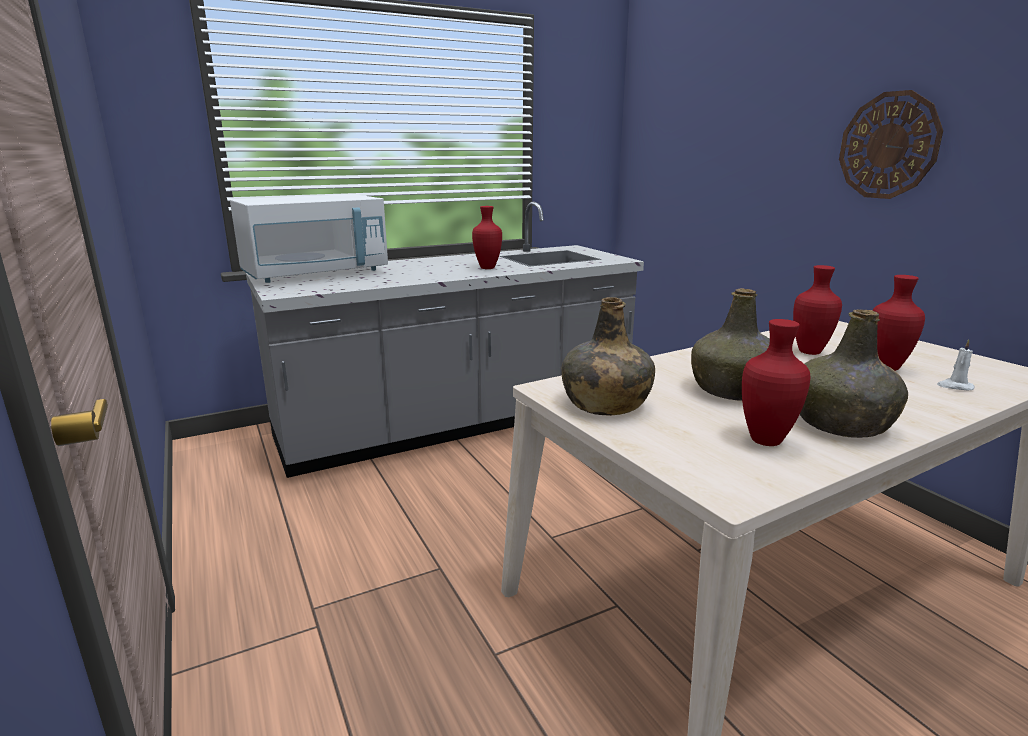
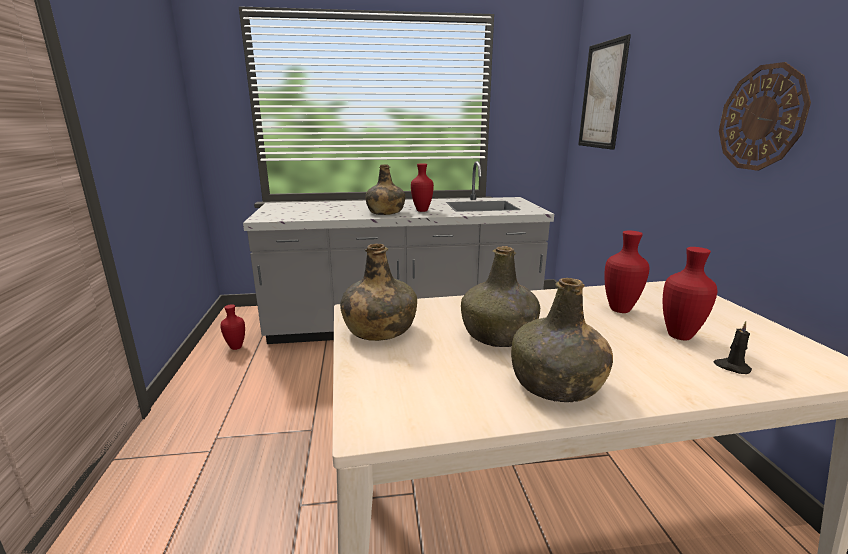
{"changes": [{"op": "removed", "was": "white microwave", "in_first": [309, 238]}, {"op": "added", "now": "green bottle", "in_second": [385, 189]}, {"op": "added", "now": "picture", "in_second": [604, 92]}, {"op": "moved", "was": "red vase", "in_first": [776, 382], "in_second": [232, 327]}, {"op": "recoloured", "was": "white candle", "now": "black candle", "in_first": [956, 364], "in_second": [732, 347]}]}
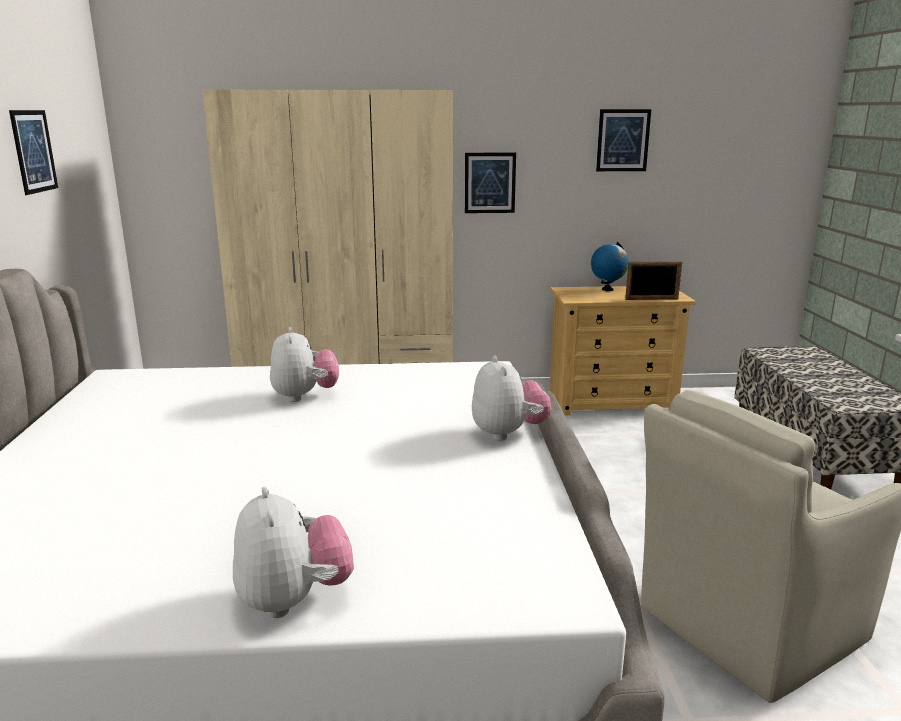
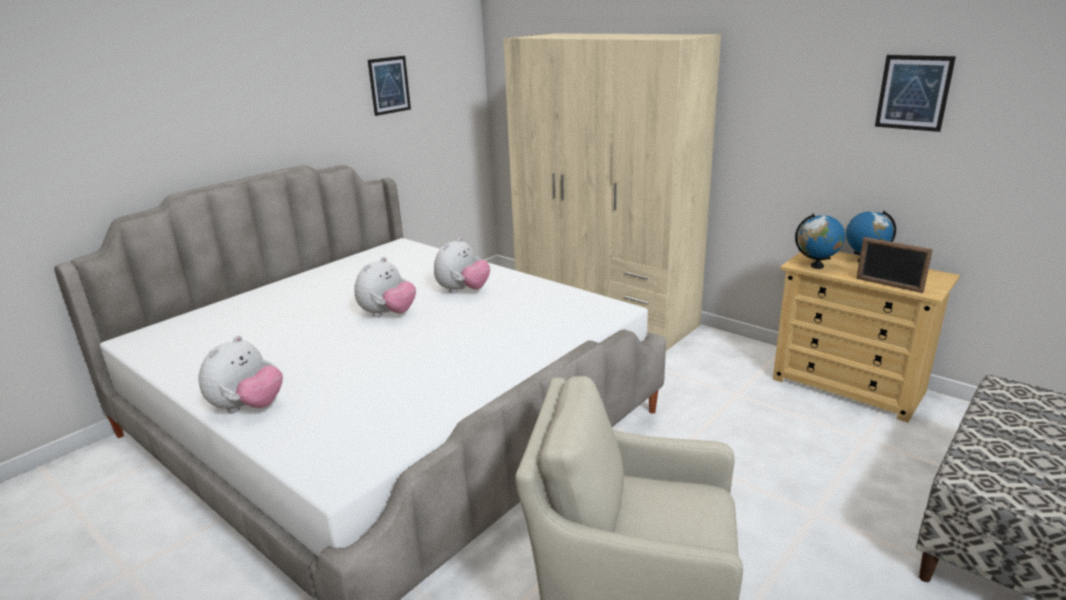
{"changes": [{"op": "removed", "was": "picture", "in_first": [490, 183]}, {"op": "added", "now": "globe", "in_second": [820, 241]}, {"op": "moved", "was": "plush toy", "in_first": [511, 398], "in_second": [385, 287]}]}
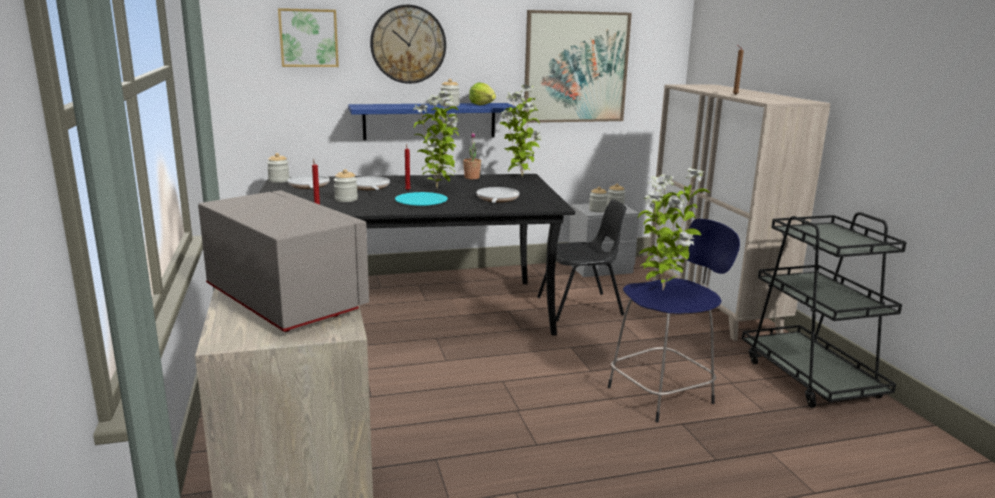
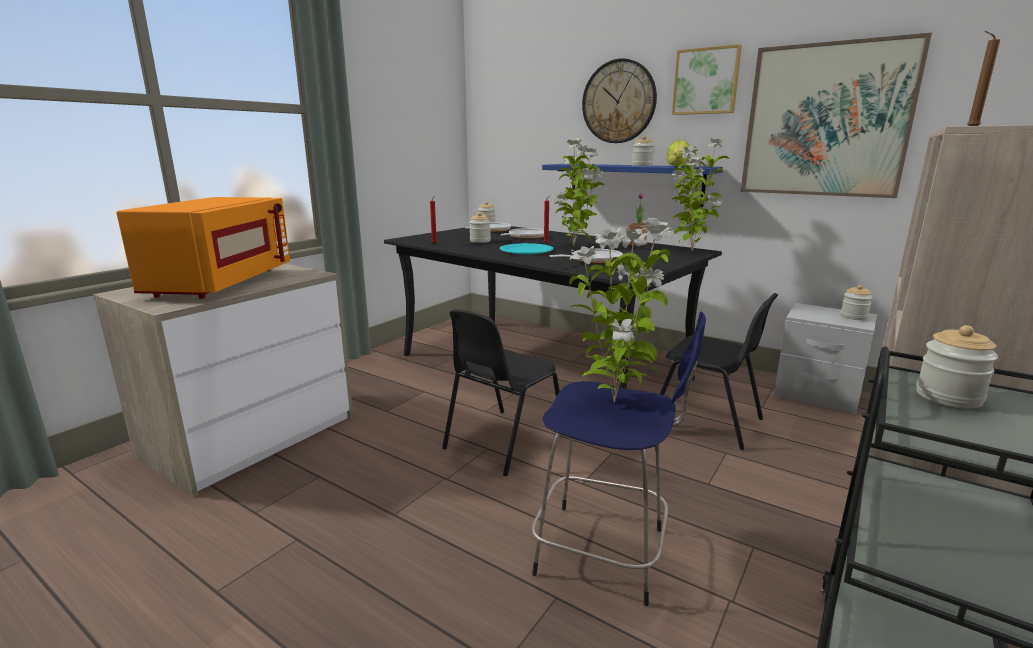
{"changes": [{"op": "added", "now": "black chair", "in_second": [503, 392]}, {"op": "moved", "was": "picture", "in_first": [308, 37], "in_second": [707, 79]}, {"op": "moved", "was": "jar", "in_first": [598, 199], "in_second": [957, 366]}, {"op": "recoloured", "was": "grey microwave", "now": "orange microwave", "in_first": [283, 261], "in_second": [203, 248]}]}
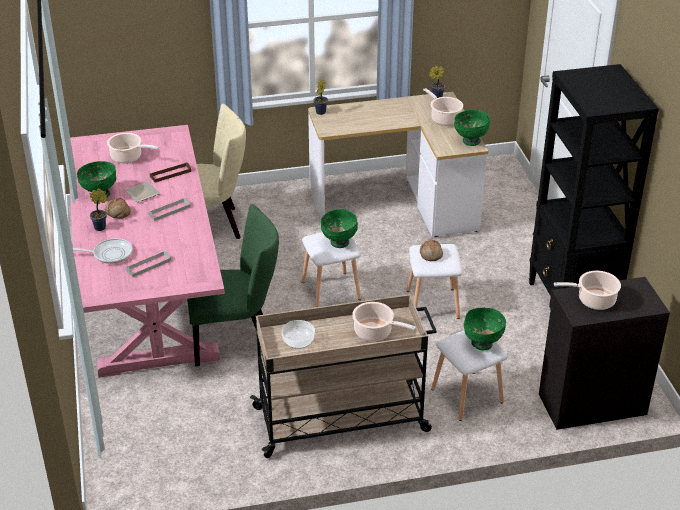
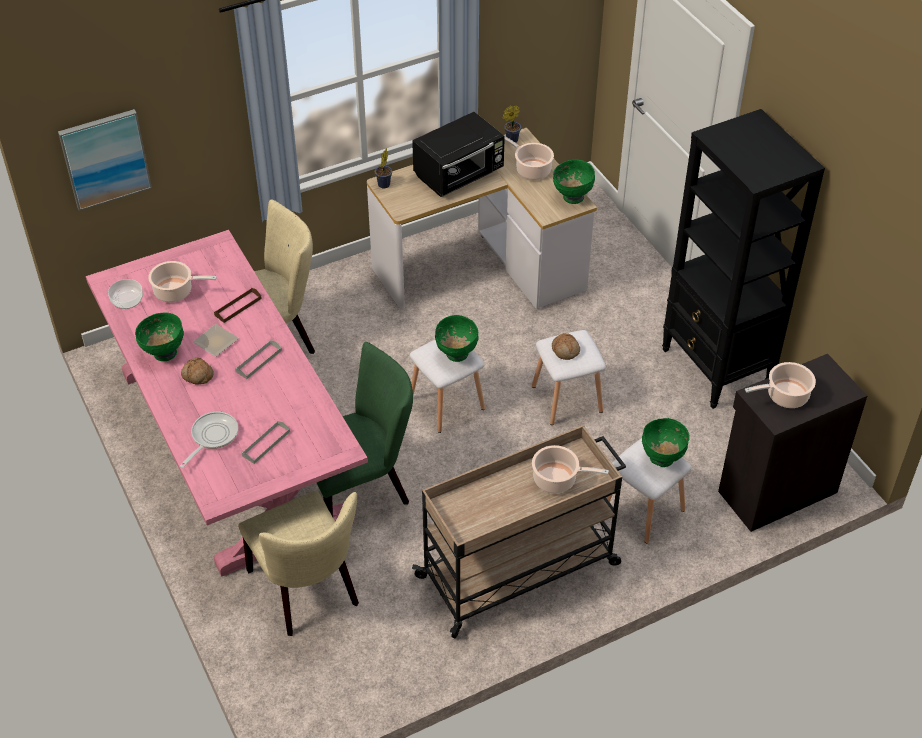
{"changes": [{"op": "removed", "was": "potted plant", "in_first": [99, 209]}, {"op": "added", "now": "picture", "in_second": [105, 160]}, {"op": "added", "now": "beige chair", "in_second": [298, 563]}, {"op": "added", "now": "black microwave", "in_second": [458, 154]}, {"op": "moved", "was": "bowl", "in_first": [298, 334], "in_second": [125, 294]}, {"op": "turned", "was": "frying pan", "in_first": [103, 251], "in_second": [208, 440], "clockwise": -45}]}
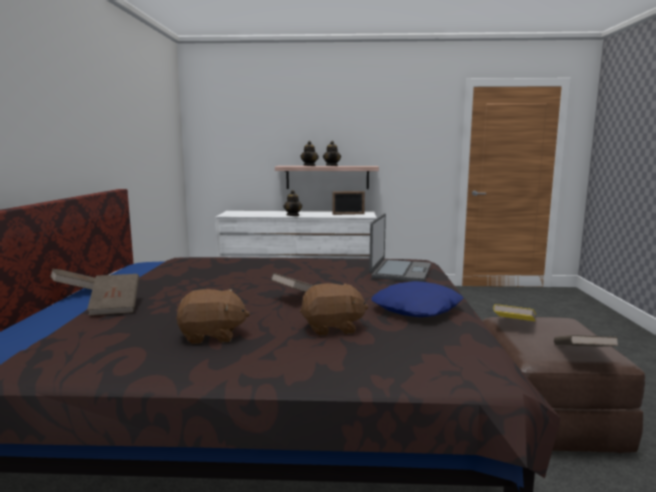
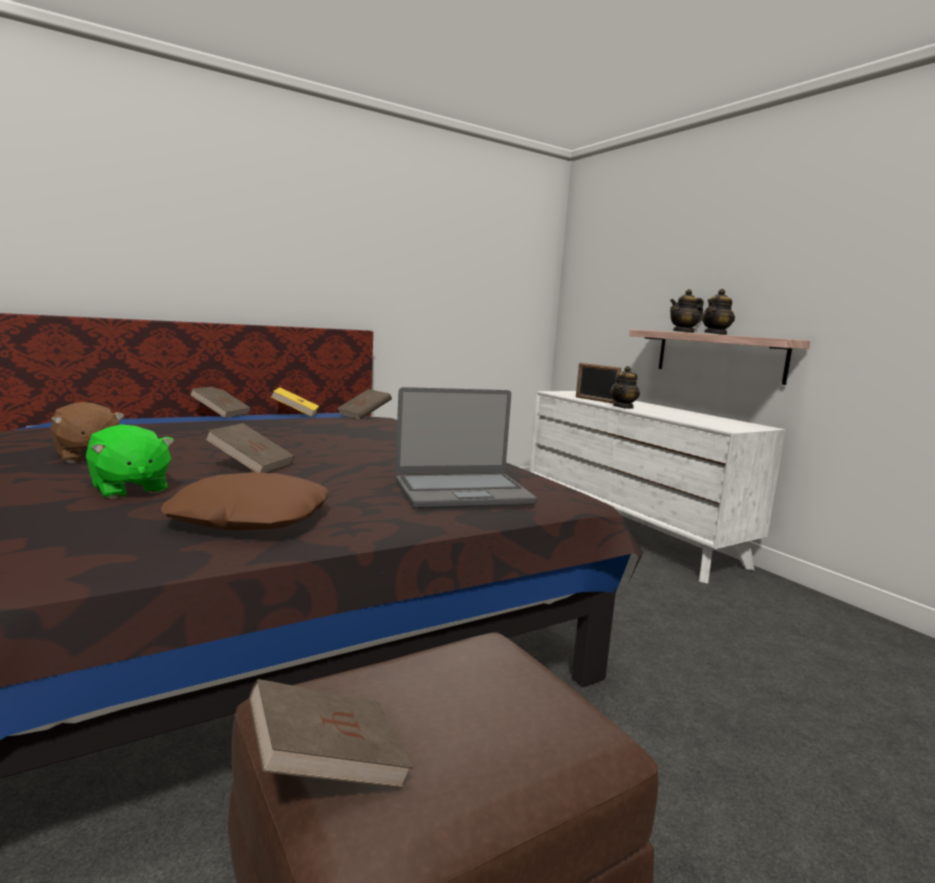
{"changes": [{"op": "moved", "was": "brown book", "in_first": [113, 295], "in_second": [364, 404]}, {"op": "moved", "was": "picture frame", "in_first": [348, 203], "in_second": [598, 383]}, {"op": "moved", "was": "yellow book", "in_first": [514, 312], "in_second": [295, 402]}, {"op": "recoloured", "was": "brown plush toy", "now": "green plush toy", "in_first": [334, 309], "in_second": [130, 461]}, {"op": "recoloured", "was": "blue pillow", "now": "brown pillow", "in_first": [417, 299], "in_second": [245, 501]}]}
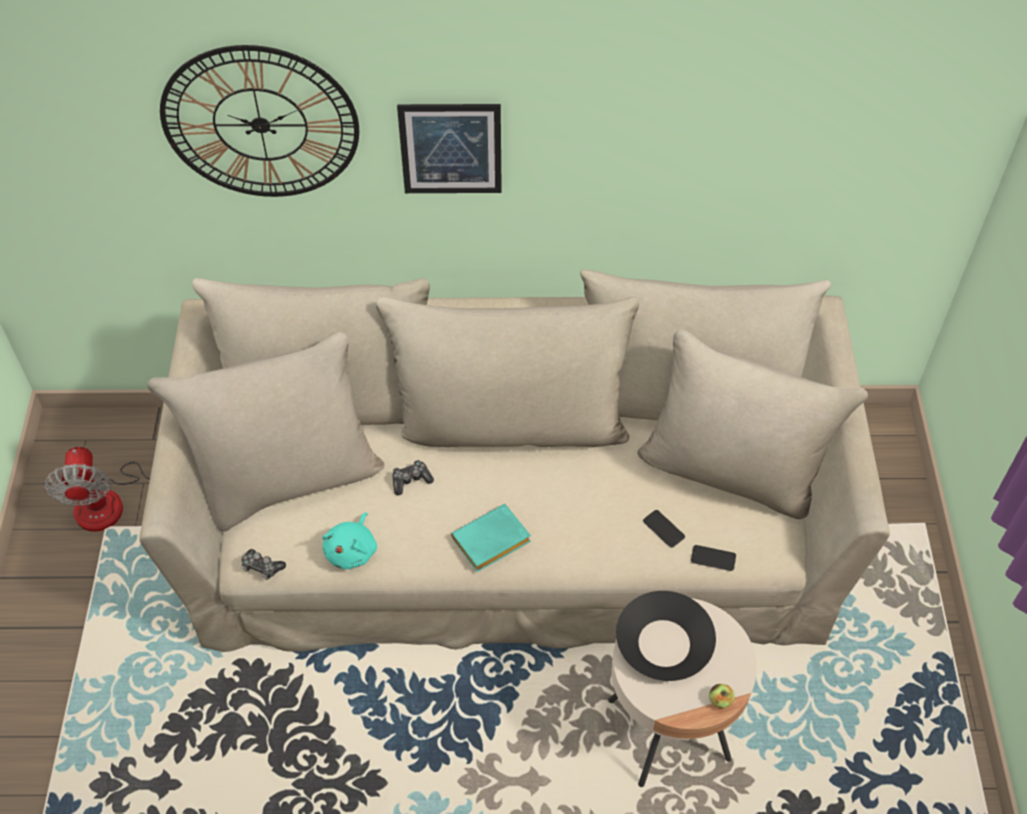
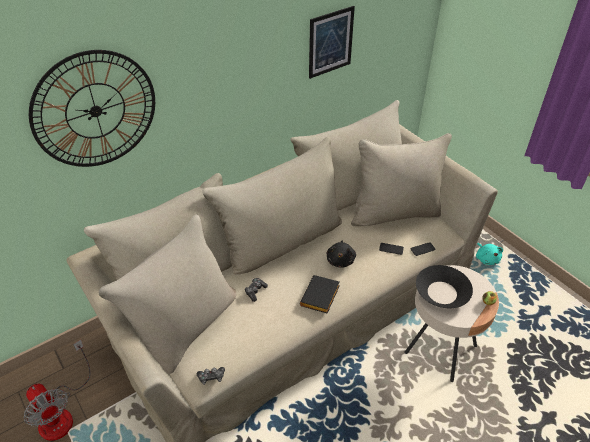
{"changes": [{"op": "added", "now": "black plush toy", "in_second": [341, 254]}, {"op": "moved", "was": "turquoise plush toy", "in_first": [349, 540], "in_second": [489, 254]}, {"op": "moved", "was": "picture", "in_first": [449, 148], "in_second": [332, 42]}, {"op": "recoloured", "was": "turquoise book", "now": "black book", "in_first": [491, 538], "in_second": [319, 294]}]}
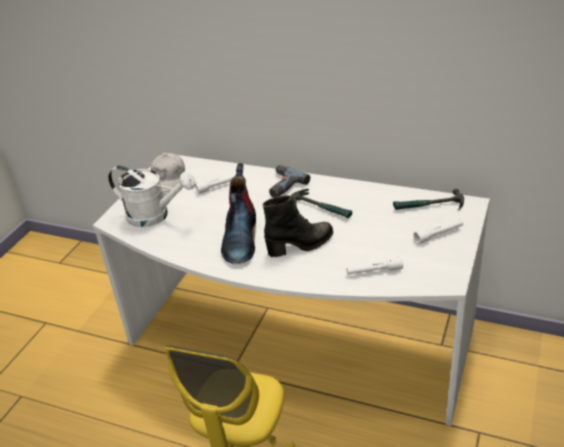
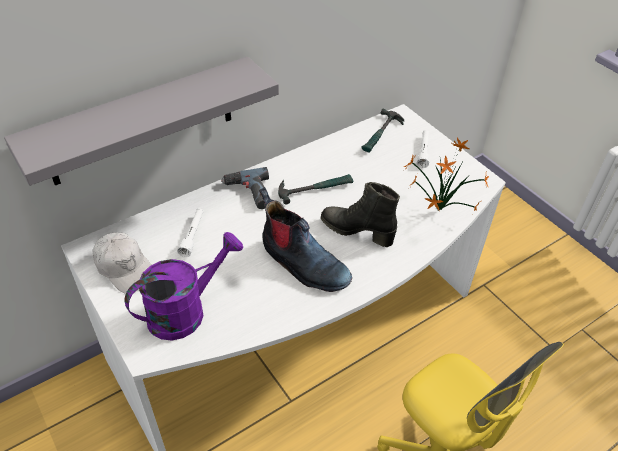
{"changes": [{"op": "added", "now": "grey shelf", "in_second": [141, 121]}, {"op": "replaced", "was": "white flashlight", "now": "potted plant", "in_first": [375, 265], "in_second": [446, 177]}, {"op": "recoloured", "was": "white watering can", "now": "purple watering can", "in_first": [151, 196], "in_second": [184, 286]}, {"op": "turned", "was": "black boot", "in_first": [297, 226], "in_second": [360, 214], "clockwise": -75}]}
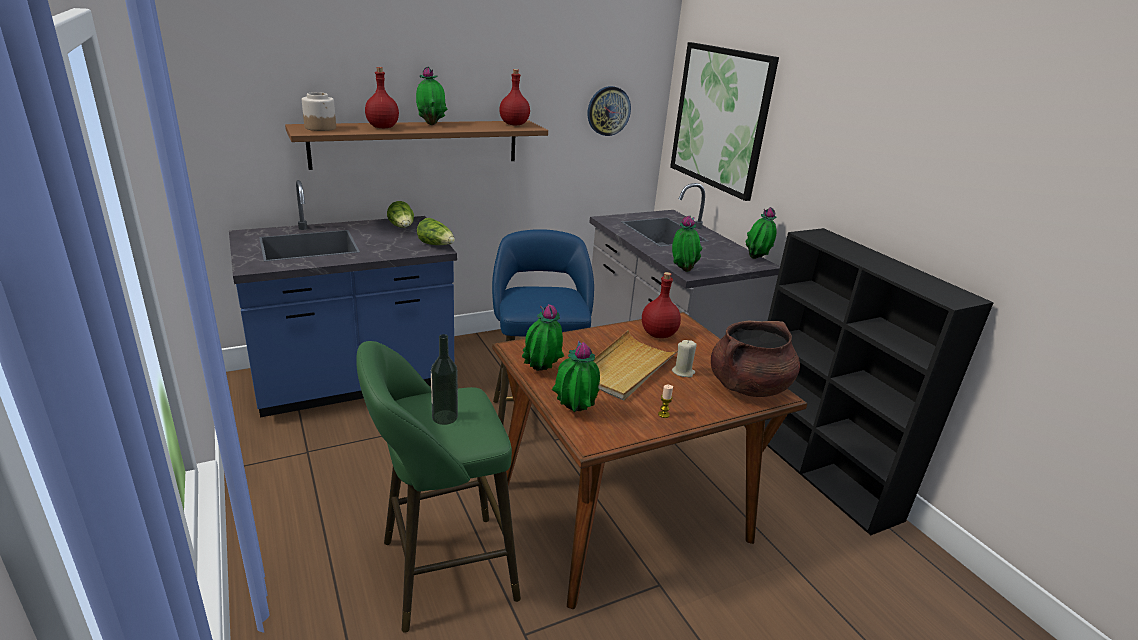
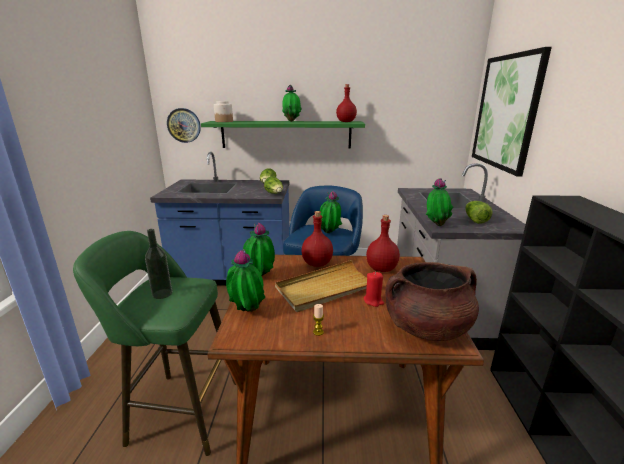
{"changes": [{"op": "added", "now": "lettuce", "in_second": [479, 212]}, {"op": "moved", "was": "red bottle", "in_first": [382, 97], "in_second": [317, 239]}, {"op": "moved", "was": "wall clock", "in_first": [609, 111], "in_second": [184, 125]}, {"op": "moved", "was": "potted plant", "in_first": [761, 233], "in_second": [331, 212]}, {"op": "recoloured", "was": "brown shelf", "now": "green shelf", "in_first": [416, 145], "in_second": [283, 135]}, {"op": "recoloured", "was": "beige candle", "now": "red candle", "in_first": [684, 359], "in_second": [374, 289]}]}
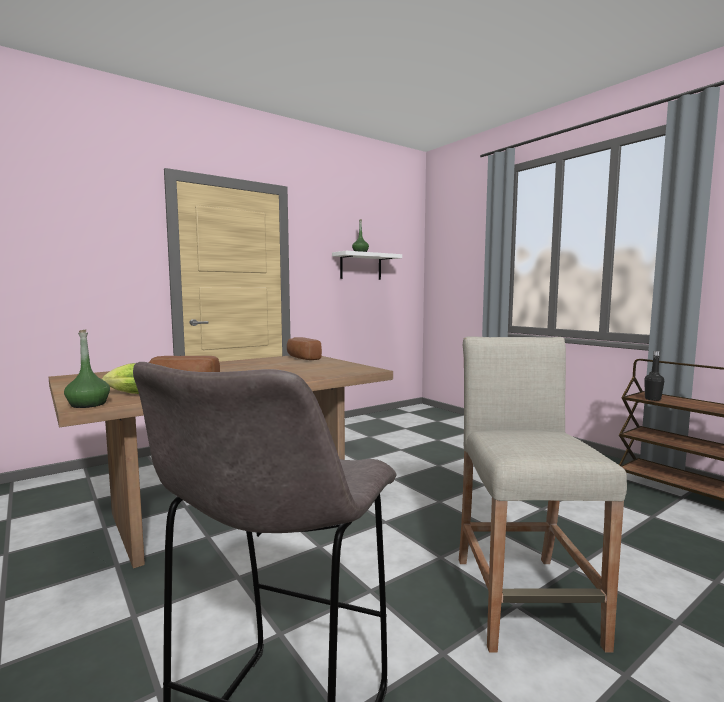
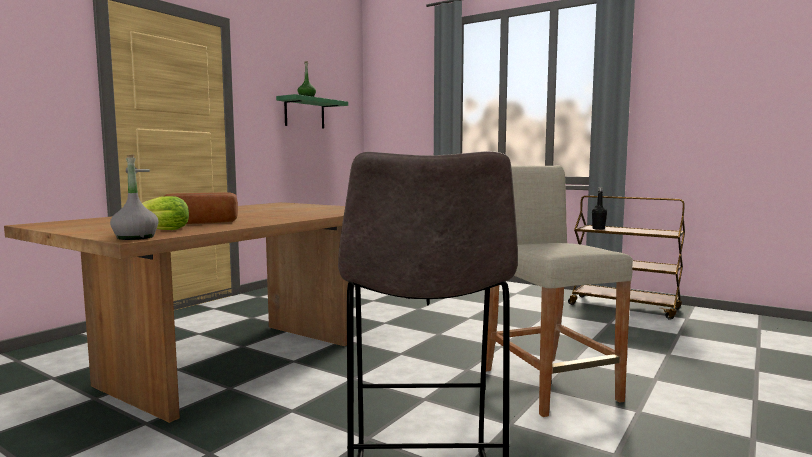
{"changes": [{"op": "removed", "was": "bread", "in_first": [304, 348]}, {"op": "recoloured", "was": "green bottle", "now": "grey bottle", "in_first": [87, 368], "in_second": [134, 197]}, {"op": "recoloured", "was": "white shelf", "now": "green shelf", "in_first": [367, 265], "in_second": [312, 111]}]}
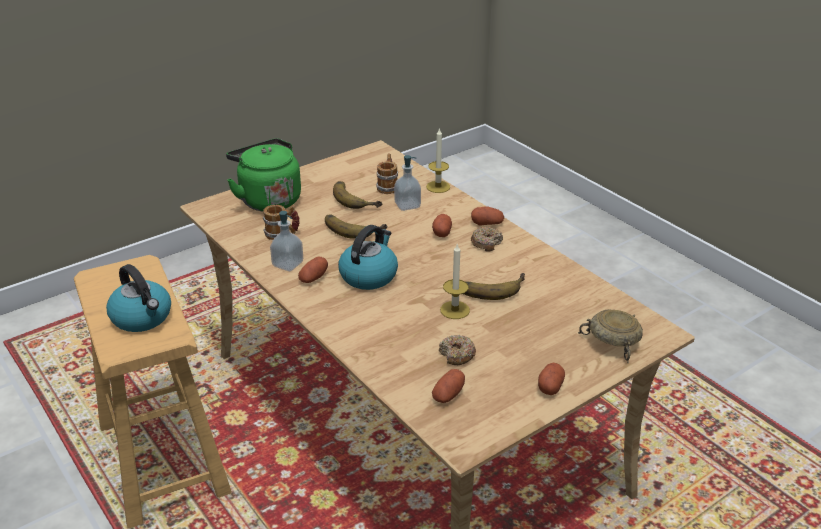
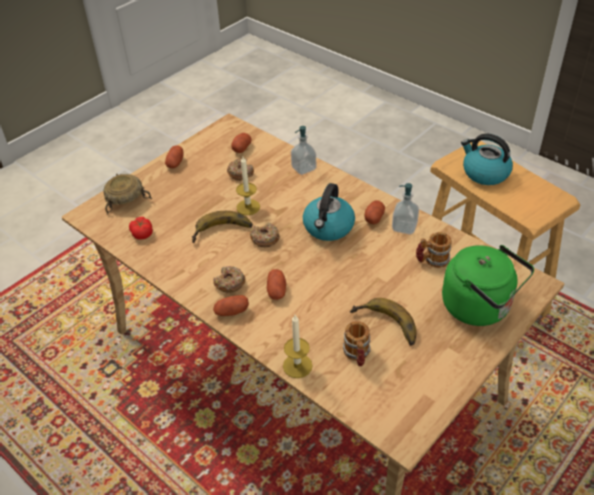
{"changes": [{"op": "removed", "was": "banana", "in_first": [356, 227]}, {"op": "added", "now": "tomato", "in_second": [141, 228]}, {"op": "added", "now": "donut", "in_second": [265, 235]}, {"op": "moved", "was": "soap dispenser", "in_first": [407, 183], "in_second": [303, 150]}]}
